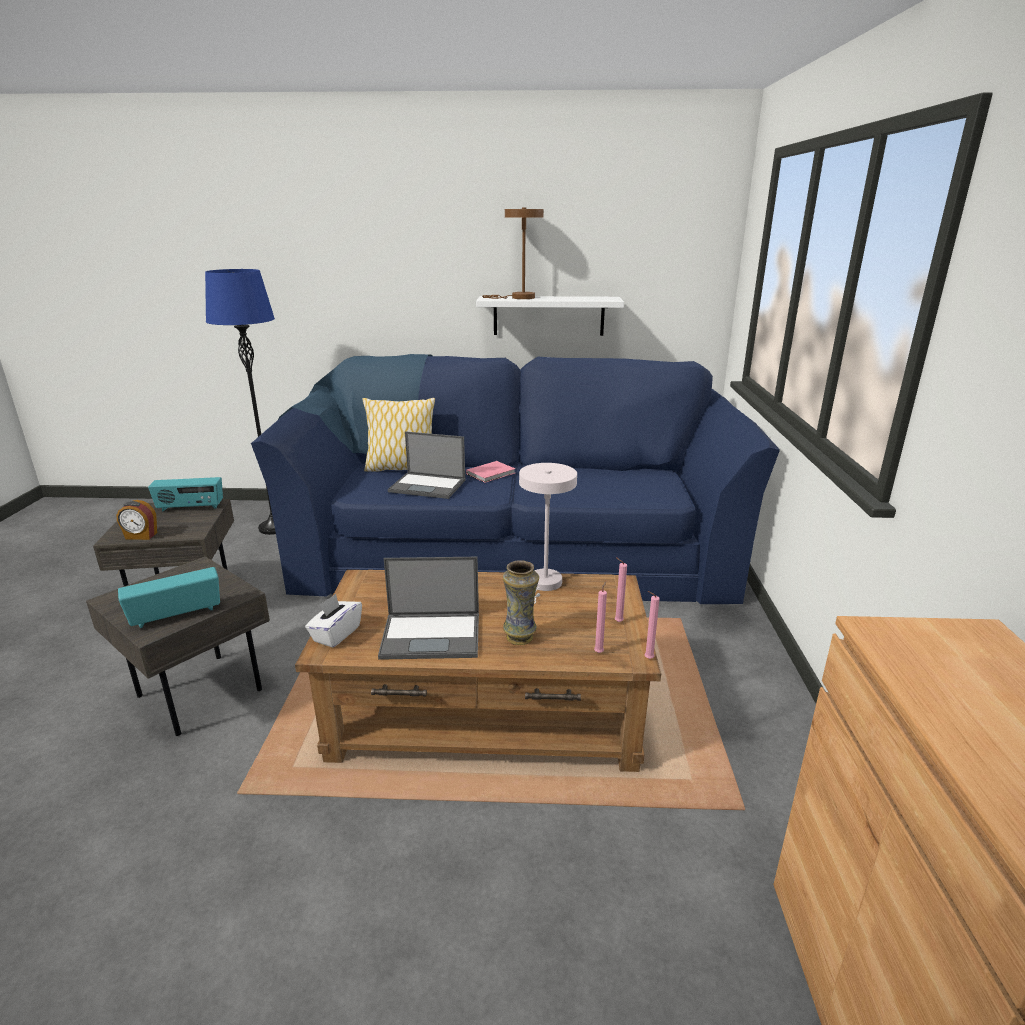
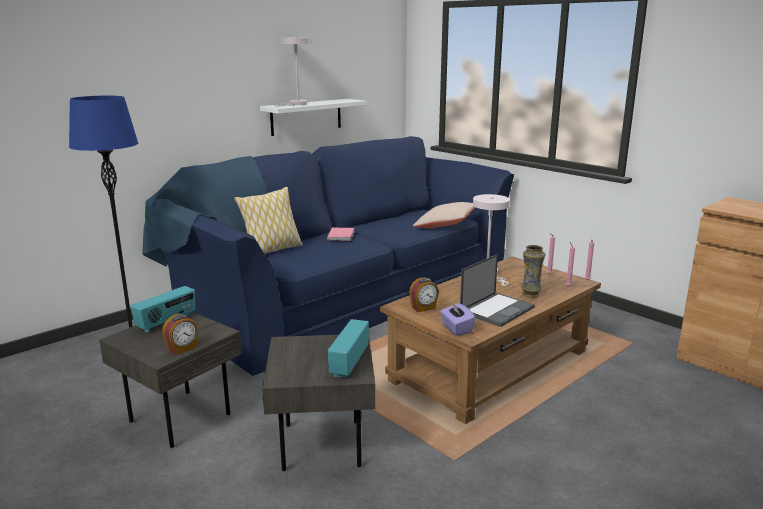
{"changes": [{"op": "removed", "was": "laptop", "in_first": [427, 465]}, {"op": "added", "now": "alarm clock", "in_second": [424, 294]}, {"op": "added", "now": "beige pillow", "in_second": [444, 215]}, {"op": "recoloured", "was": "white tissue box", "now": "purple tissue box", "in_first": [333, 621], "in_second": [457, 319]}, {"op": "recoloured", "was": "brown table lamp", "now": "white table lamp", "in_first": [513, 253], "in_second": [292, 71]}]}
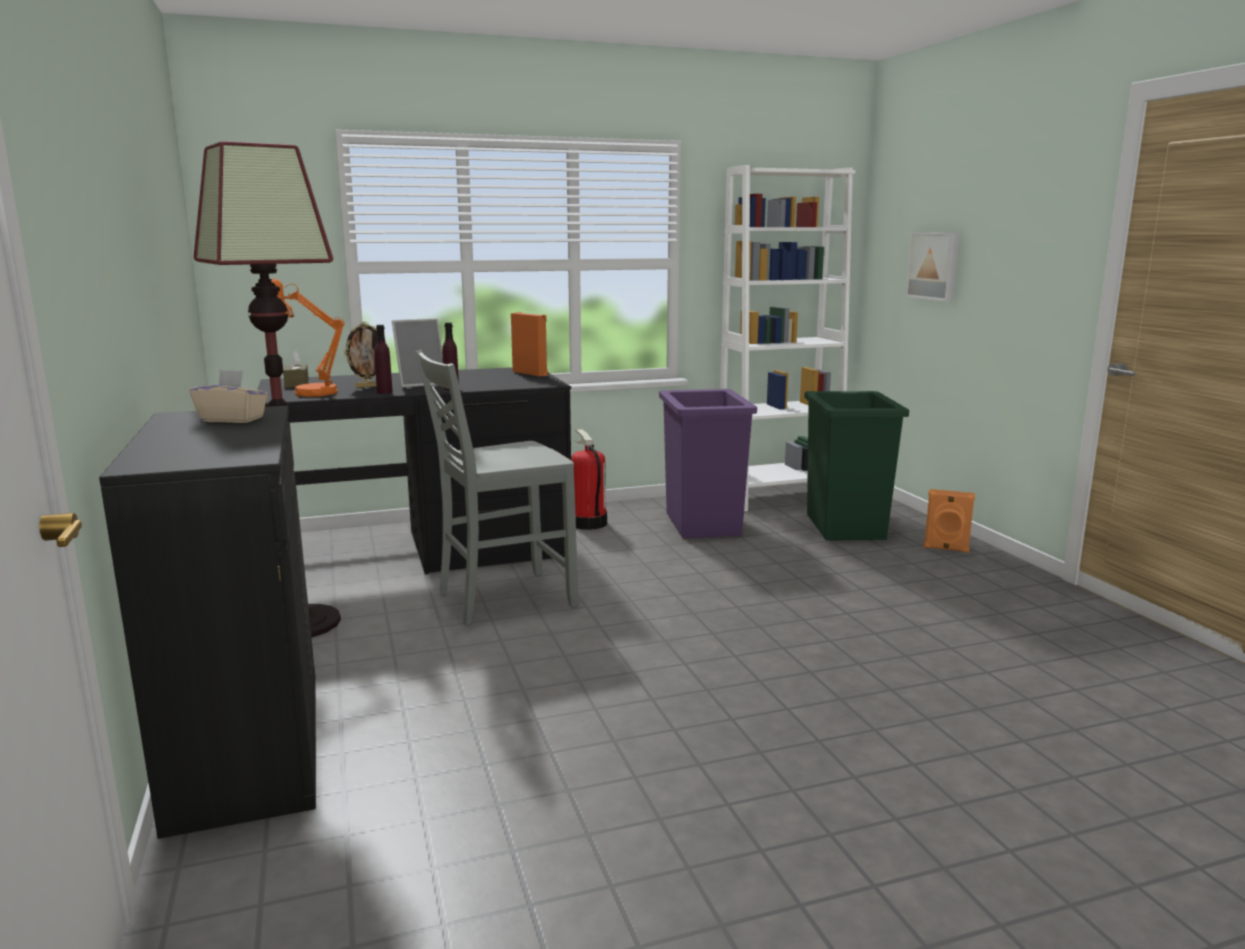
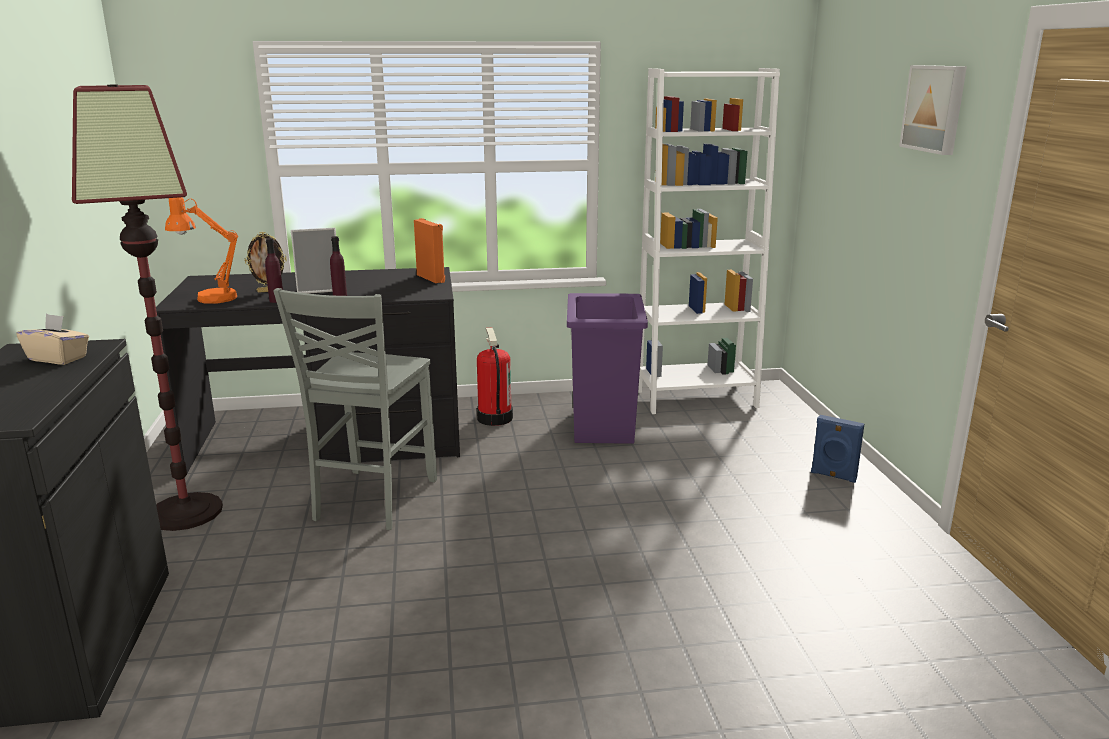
{"changes": [{"op": "removed", "was": "brown tissue box", "in_first": [296, 369]}, {"op": "removed", "was": "green trash can", "in_first": [856, 465]}, {"op": "moved", "was": "picture", "in_first": [933, 267], "in_second": [933, 110]}, {"op": "recoloured", "was": "orange speaker", "now": "blue speaker", "in_first": [949, 521], "in_second": [837, 449]}, {"op": "turned", "was": "grey chair", "in_first": [497, 487], "in_second": [355, 409], "clockwise": -60}]}
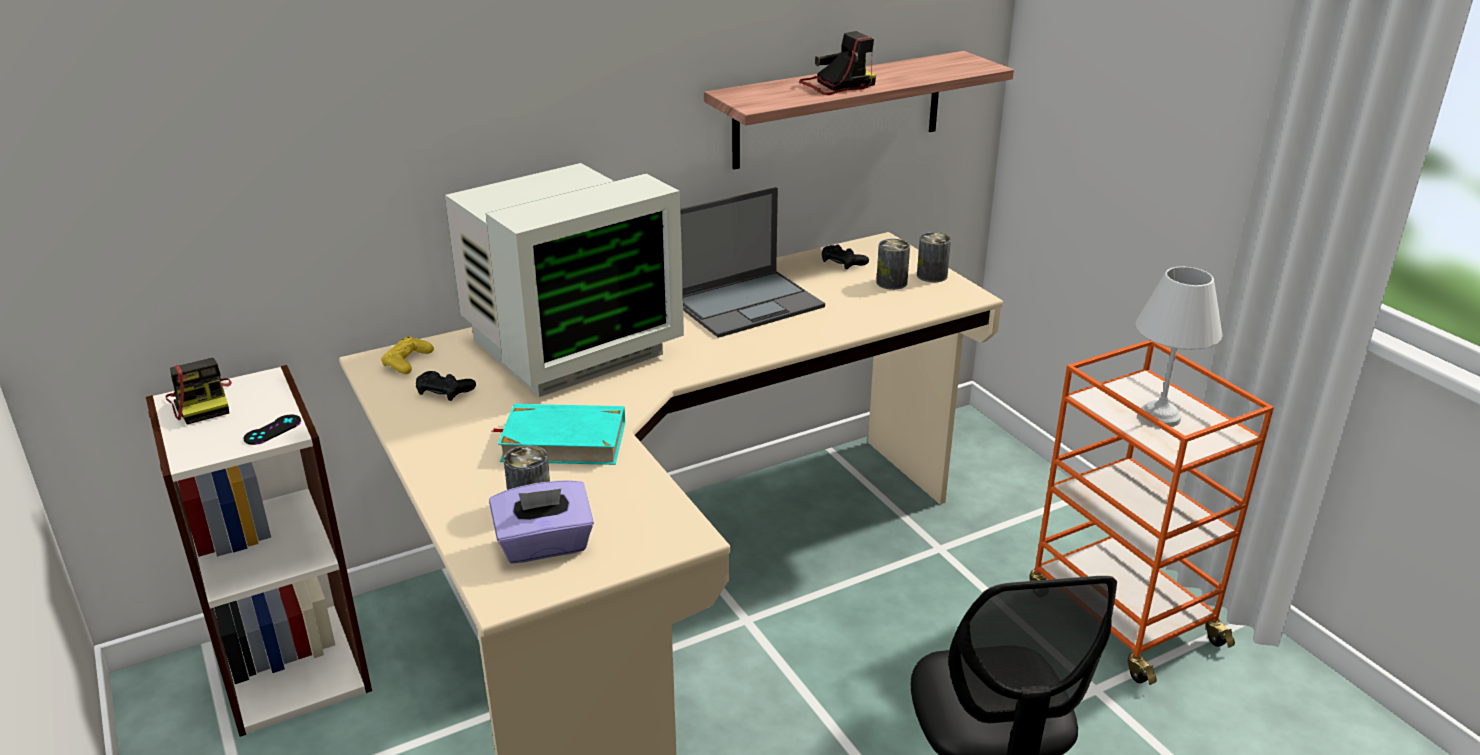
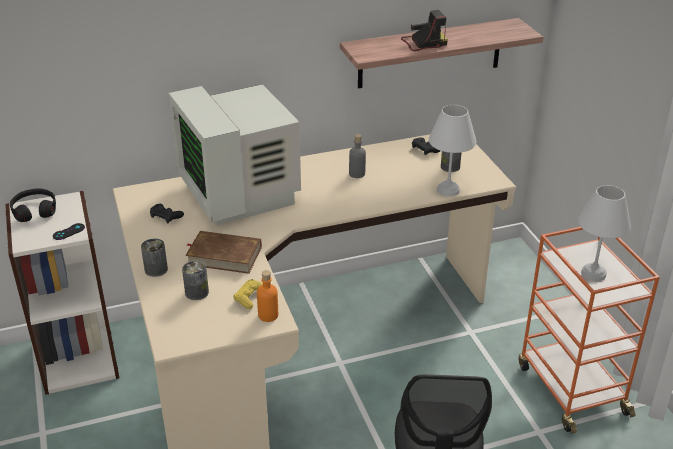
{"changes": [{"op": "removed", "was": "purple tissue box", "in_first": [541, 522]}, {"op": "added", "now": "orange bottle", "in_second": [267, 296]}, {"op": "added", "now": "white table lamp", "in_second": [452, 150]}, {"op": "moved", "was": "yellow game controller", "in_first": [407, 355], "in_second": [248, 294]}, {"op": "moved", "was": "can", "in_first": [934, 257], "in_second": [154, 258]}, {"op": "replaced", "was": "photo camera", "now": "black headphones", "in_first": [198, 391], "in_second": [33, 205]}, {"op": "replaced", "was": "laptop", "now": "grey bottle", "in_first": [753, 262], "in_second": [357, 156]}, {"op": "recoloured", "was": "turquoise book", "now": "brown book", "in_first": [558, 434], "in_second": [223, 252]}, {"op": "turned", "was": "monitor", "in_first": [564, 280], "in_second": [235, 154], "clockwise": 90}]}
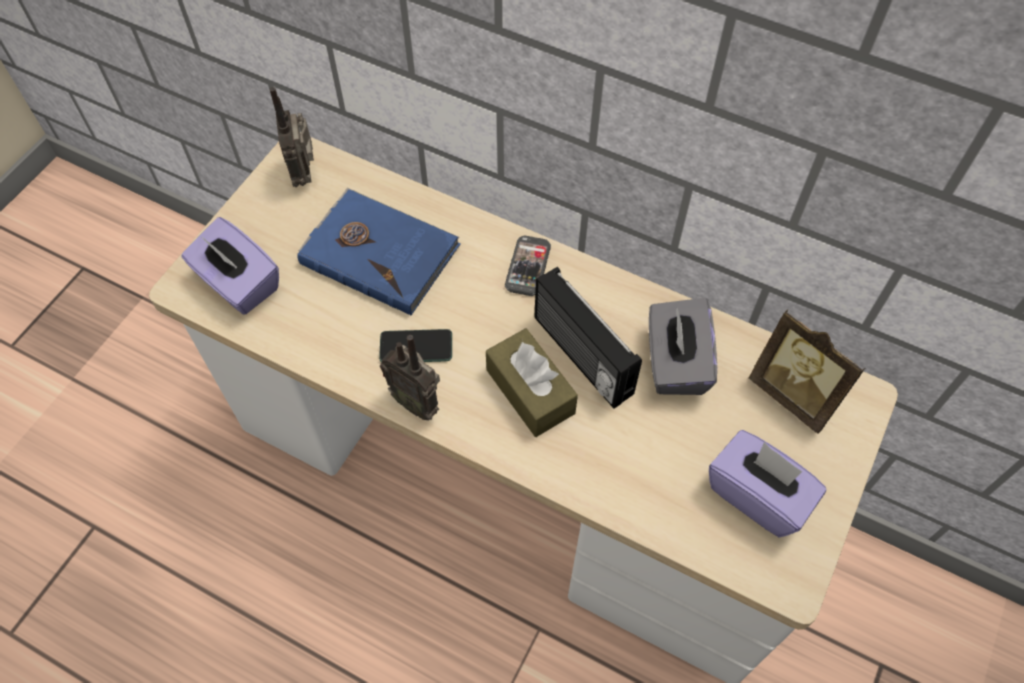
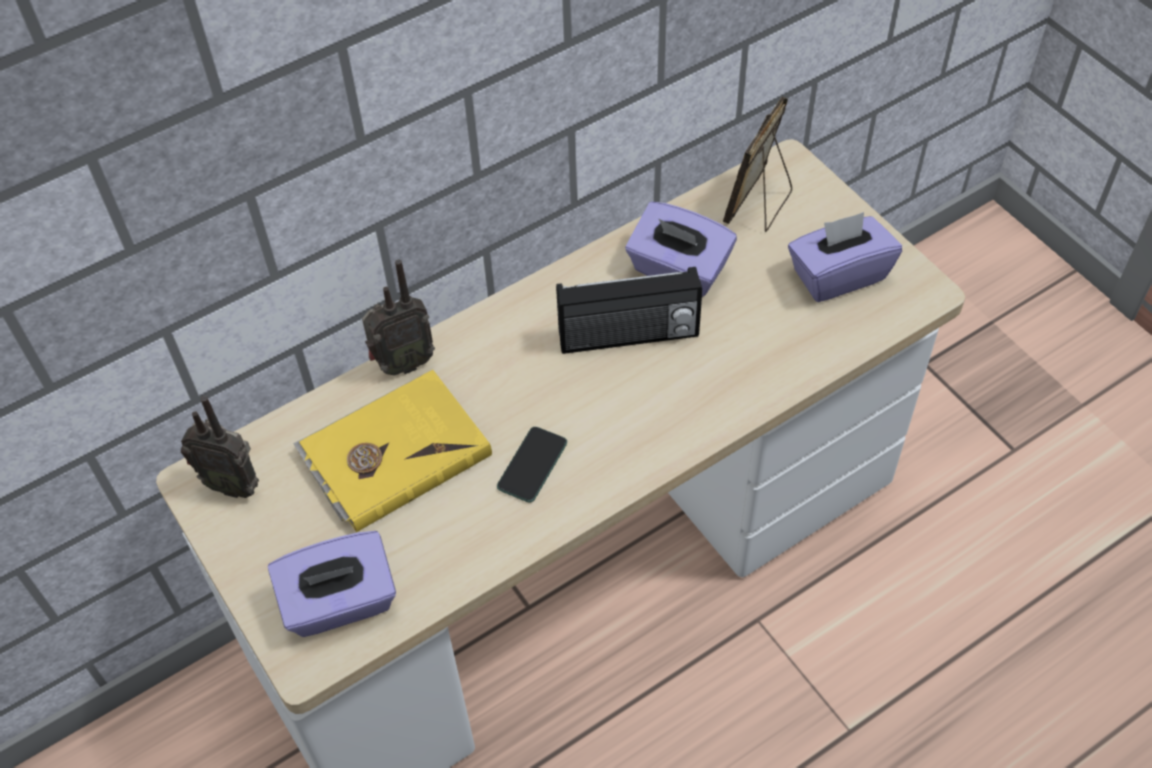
{"changes": [{"op": "removed", "was": "brown tissue box", "in_first": [532, 382]}, {"op": "removed", "was": "phone", "in_first": [528, 266]}, {"op": "moved", "was": "radio", "in_first": [410, 377], "in_second": [398, 317]}, {"op": "recoloured", "was": "blue book", "now": "yellow book", "in_first": [379, 251], "in_second": [393, 451]}, {"op": "recoloured", "was": "grey tissue box", "now": "purple tissue box", "in_first": [683, 346], "in_second": [681, 249]}, {"op": "turned", "was": "picture frame", "in_first": [807, 371], "in_second": [757, 164], "clockwise": 135}]}
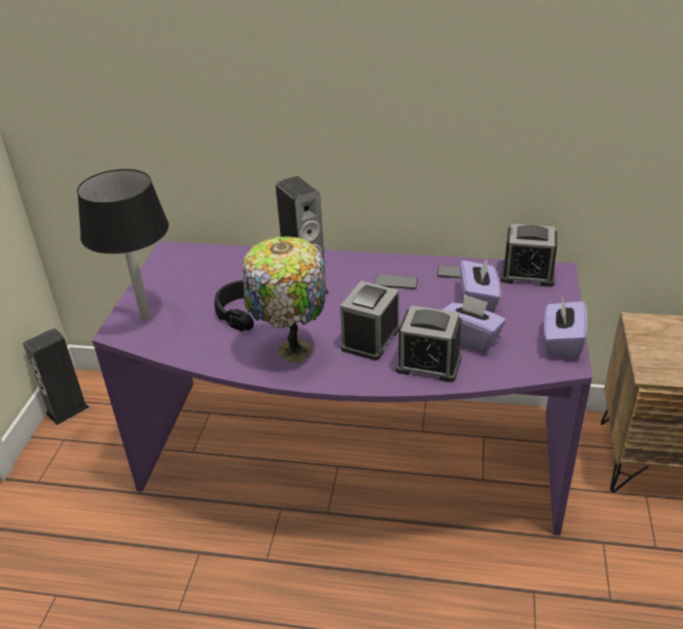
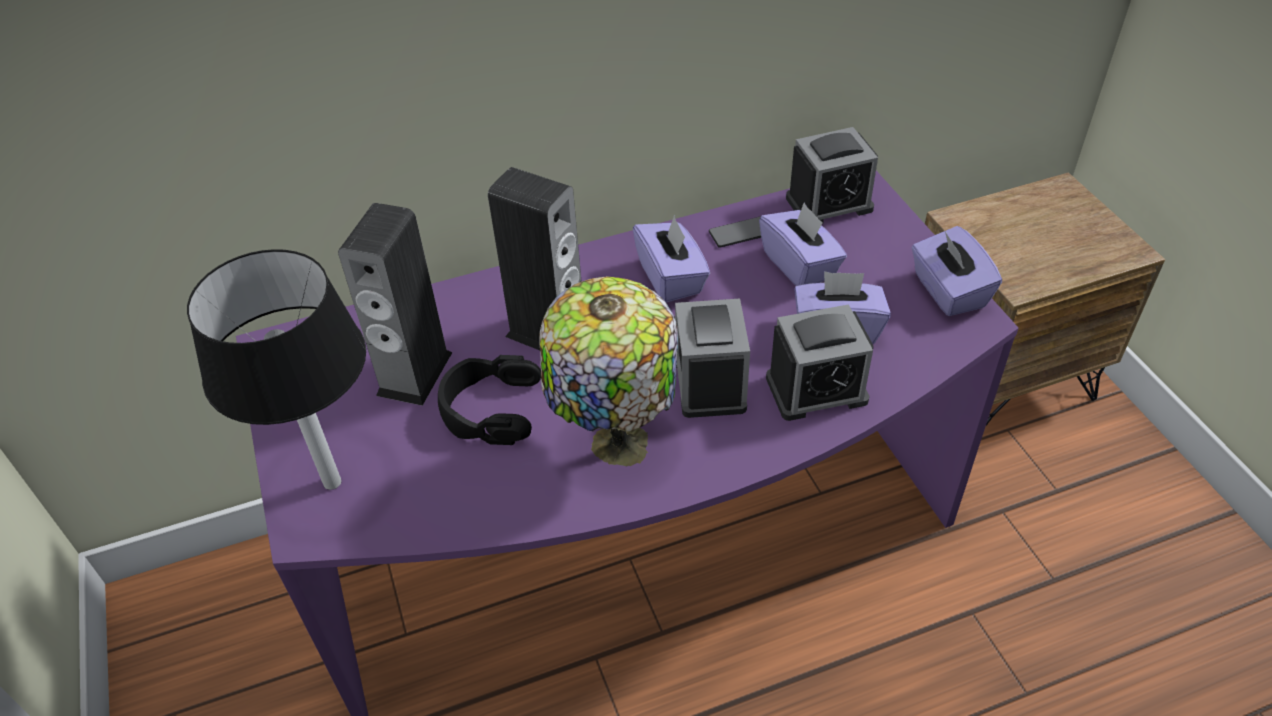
{"changes": [{"op": "moved", "was": "speaker", "in_first": [56, 376], "in_second": [395, 304]}, {"op": "replaced", "was": "phone", "now": "purple tissue box", "in_first": [396, 282], "in_second": [671, 258]}]}
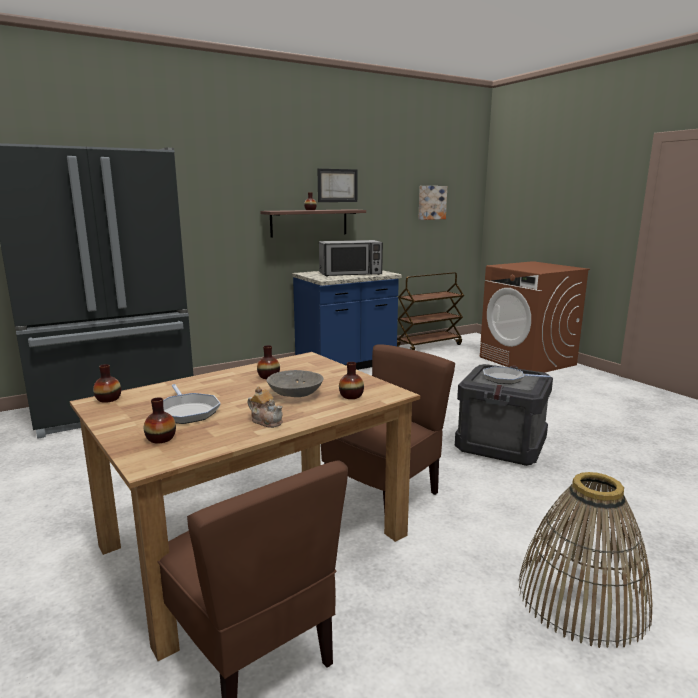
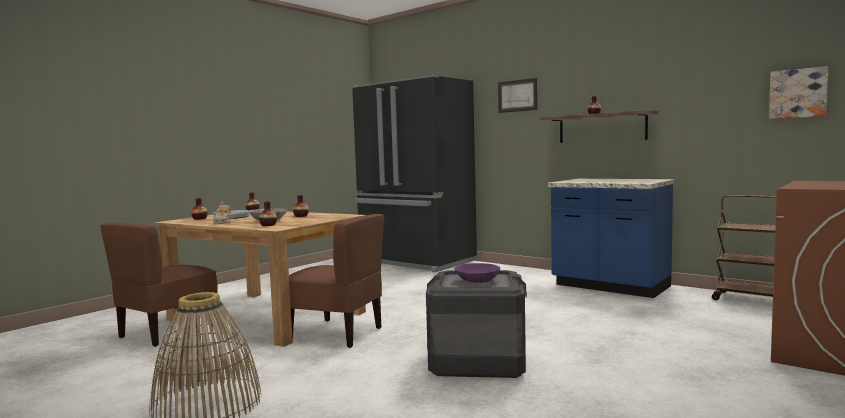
{"changes": [{"op": "removed", "was": "microwave", "in_first": [351, 258]}, {"op": "moved", "was": "picture", "in_first": [337, 185], "in_second": [517, 95]}, {"op": "replaced", "was": "frying pan", "now": "purple bowl", "in_first": [516, 375], "in_second": [477, 273]}]}
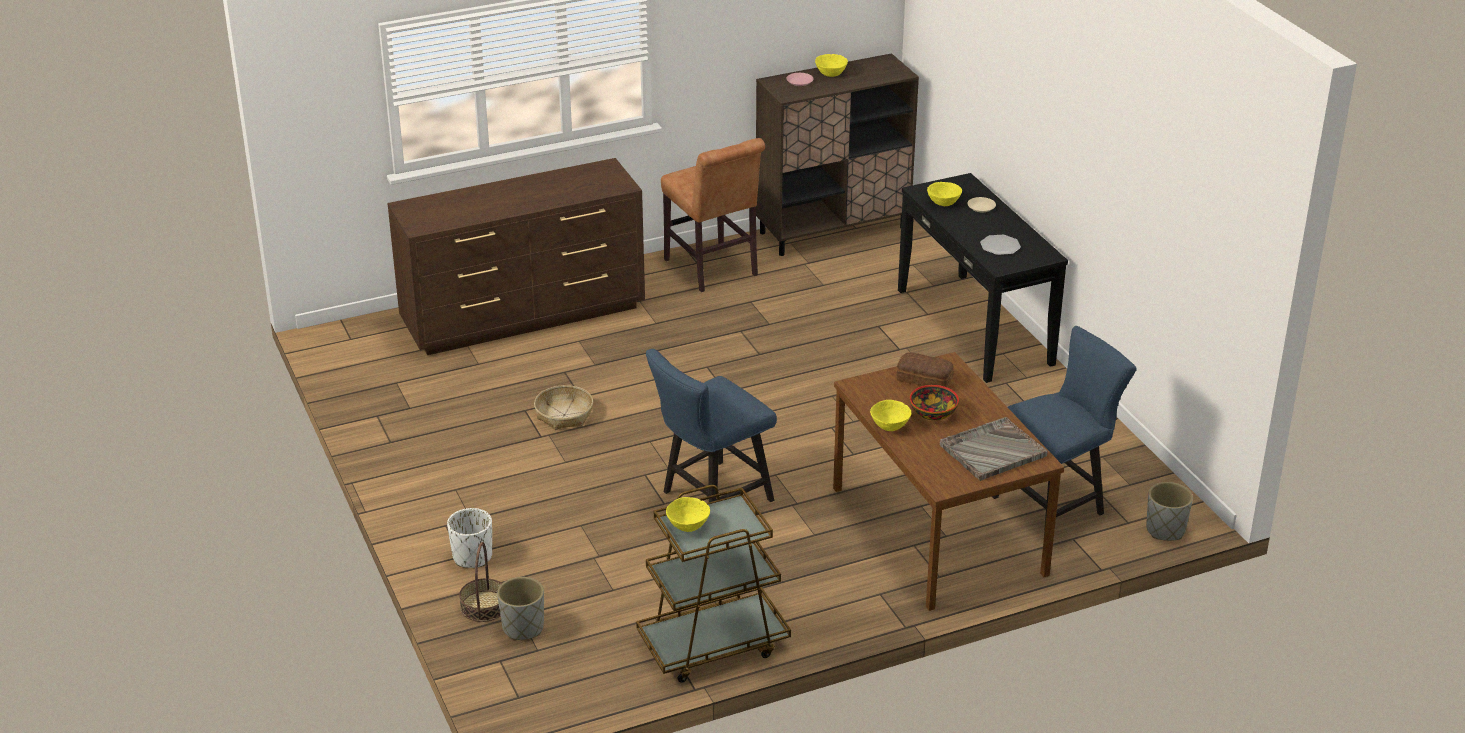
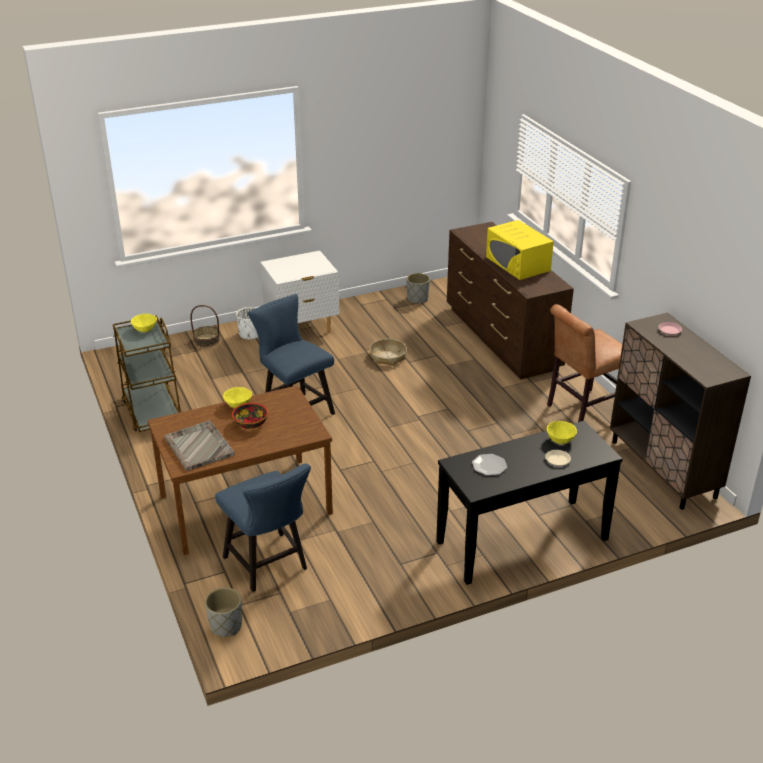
{"changes": [{"op": "removed", "was": "yellow bowl", "in_first": [831, 65]}, {"op": "removed", "was": "bread", "in_first": [925, 369]}, {"op": "added", "now": "white nightstand", "in_second": [299, 292]}, {"op": "added", "now": "yellow microwave", "in_second": [520, 250]}, {"op": "moved", "was": "grey planter", "in_first": [520, 608], "in_second": [418, 288]}]}
